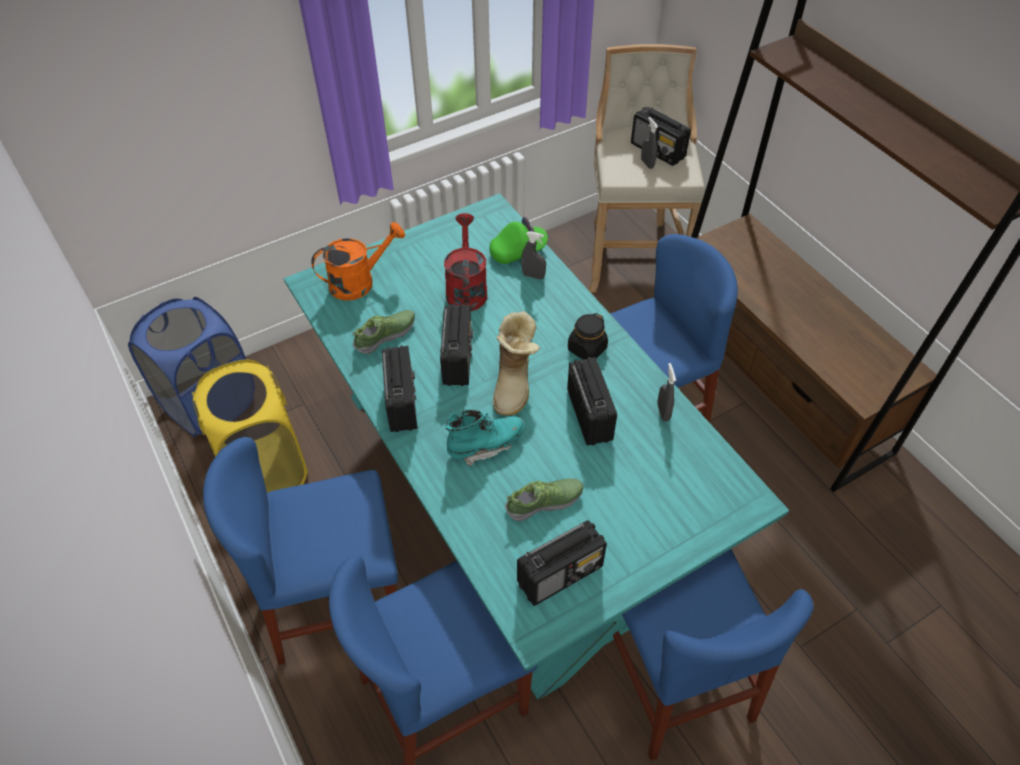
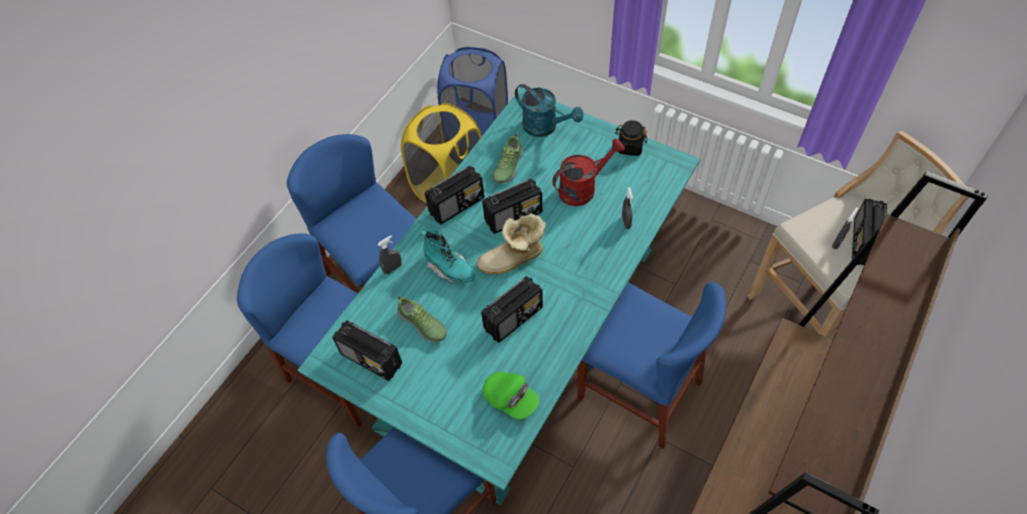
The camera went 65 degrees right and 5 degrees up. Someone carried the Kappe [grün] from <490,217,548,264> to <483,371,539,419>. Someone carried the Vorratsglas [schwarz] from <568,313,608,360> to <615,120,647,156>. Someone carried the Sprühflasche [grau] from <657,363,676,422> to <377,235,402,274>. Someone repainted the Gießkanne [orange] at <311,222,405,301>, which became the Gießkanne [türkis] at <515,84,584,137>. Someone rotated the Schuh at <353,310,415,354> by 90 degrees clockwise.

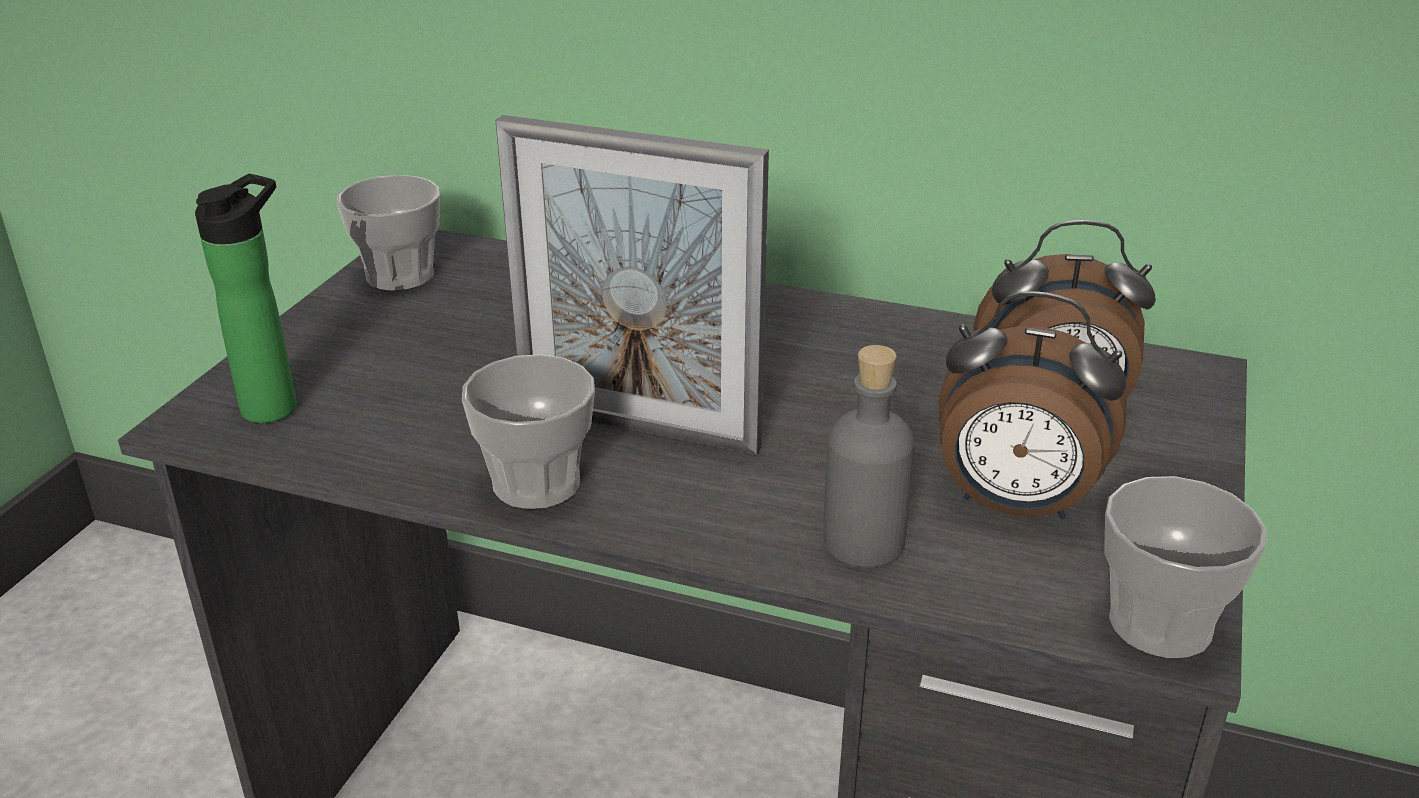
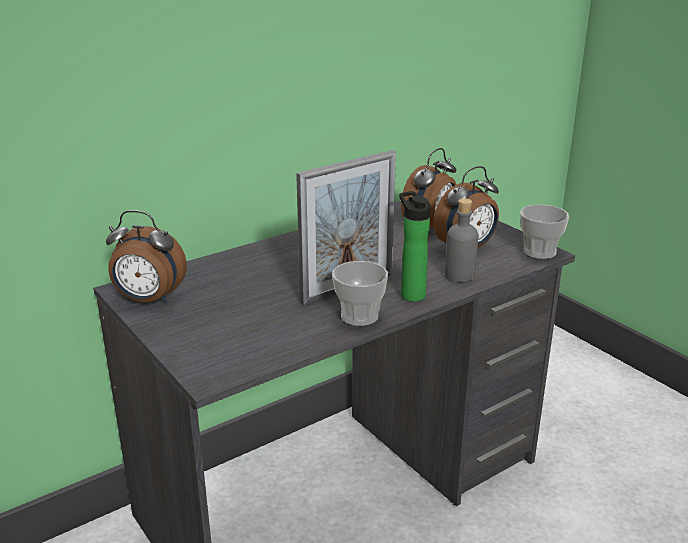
The camera went 55 degrees left and 5 degrees down. Someone carried the Flasche from <195,174,297,423> to <399,191,431,302>. Someone swapped the Tasse at <337,175,440,291> for the Wecker at <106,210,187,304>.

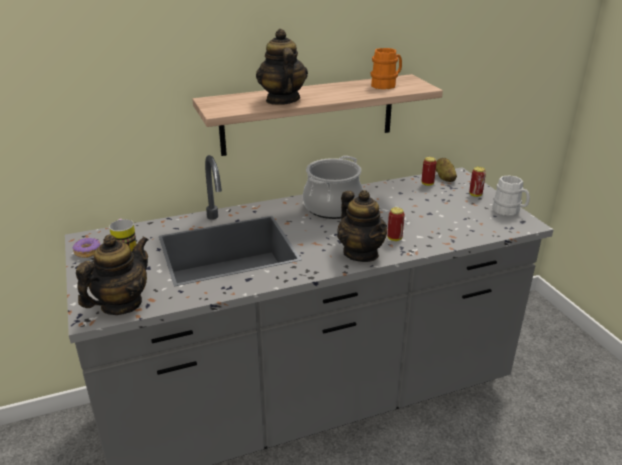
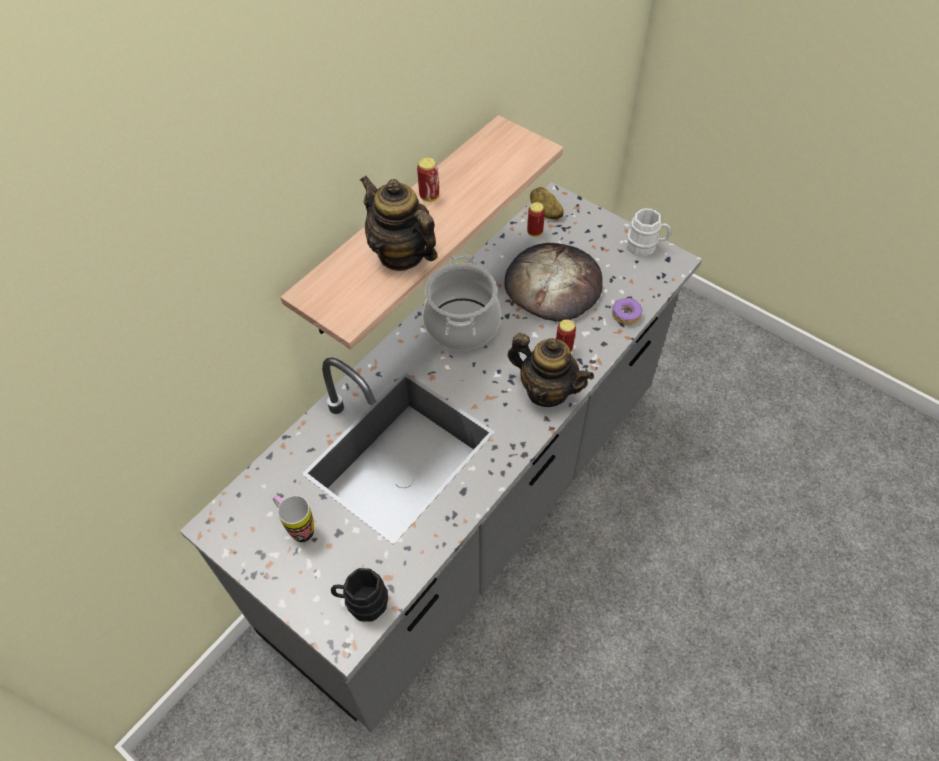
The camera went 30 degrees left and 25 degrees up. Someone took away the Henkelbecher [orange] at <371,48,402,89>. Someone put down the Brot at <504,243,603,322>. Someone carried the Donut from <73,238,100,258> to <612,298,642,325>. Someone carried the Dose from <469,167,486,197> to <417,158,439,202>. Someone swapped the Teekanne at <76,235,148,315> for the Henkelbecher [schwarz] at <331,568,388,622>.

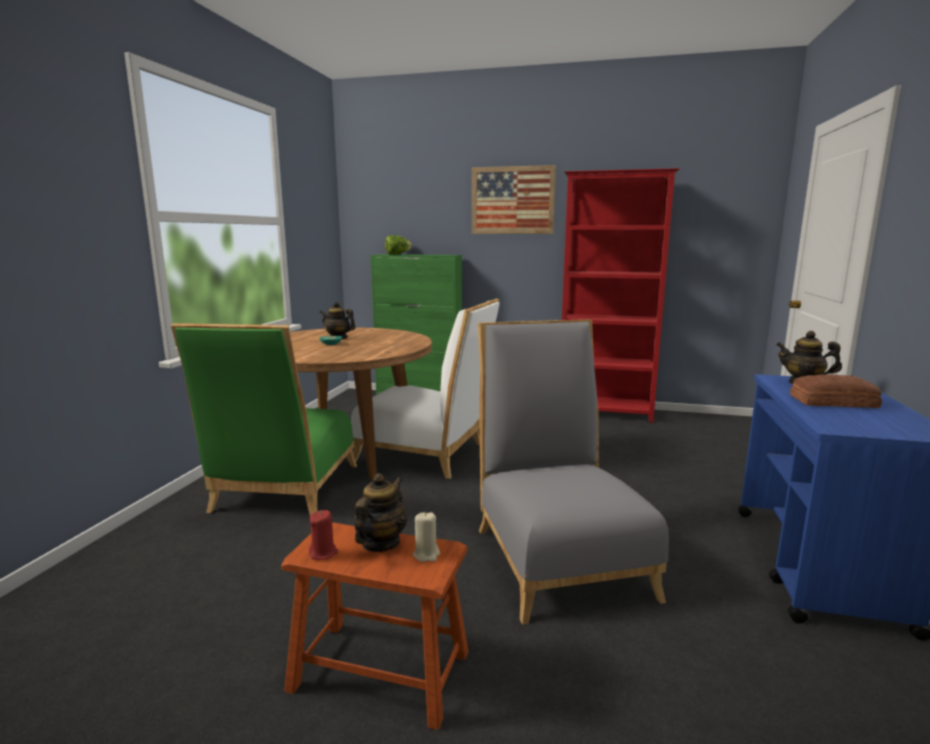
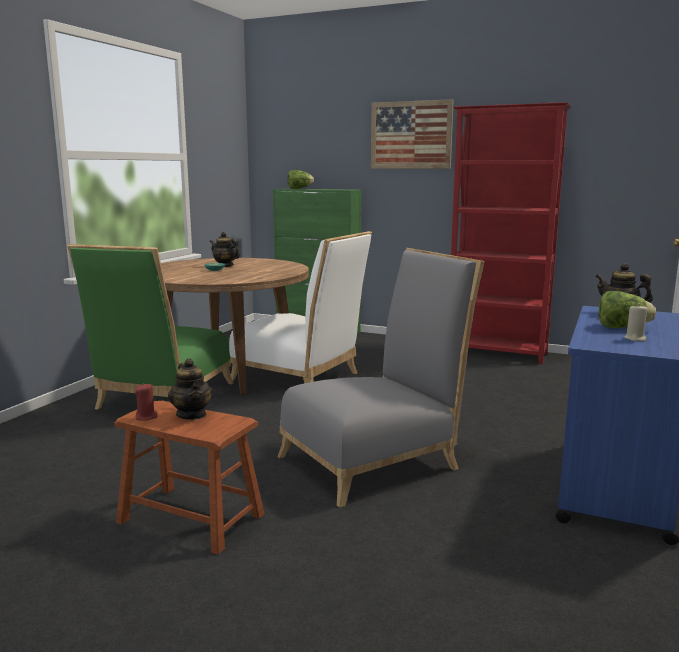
The camera went 10 degrees right and 0 degrees up. Someone carried the Kerze [beige] from <413,512,440,562> to <625,304,647,342>. Someone swapped the Brot at <790,374,882,408> for the Salatkopf at <599,291,656,328>. Someone rotated the Teekanne at <354,473,407,552> by 120 degrees clockwise. Someone rotated the Stuhl [grau] at <478,319,669,625> by 60 degrees clockwise.

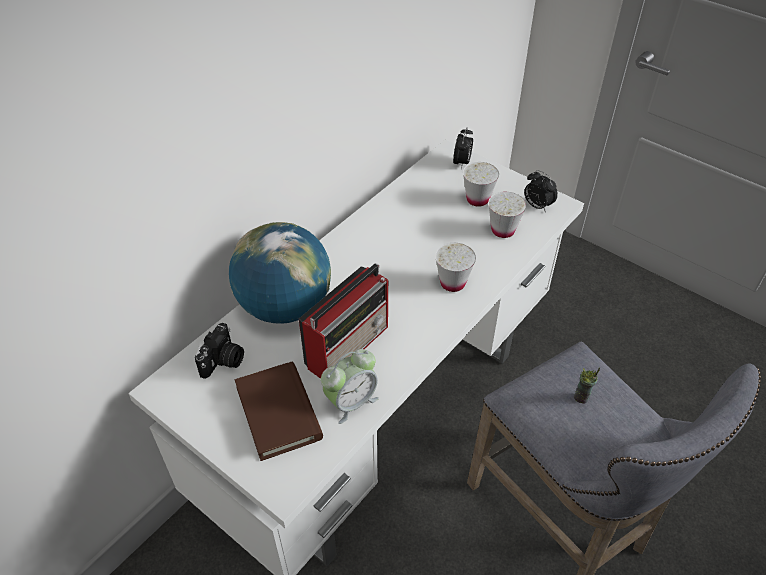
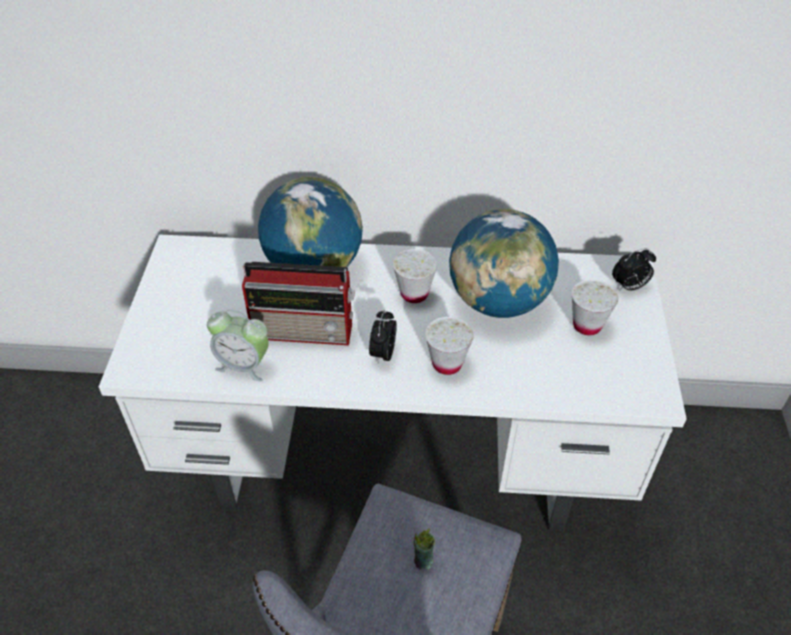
The camera went 55 degrees right and 0 degrees up. Someone took away the Kamera at <195,323,244,379>. Someone took away the Buch [braun] at <235,362,323,461>. Someone put down the Globus at <449,209,559,318>. Someone carried the Tasse [weiß] from <488,192,526,238> to <393,249,437,303>. Someone carried the Wecker from <524,170,558,212> to <369,310,396,363>.

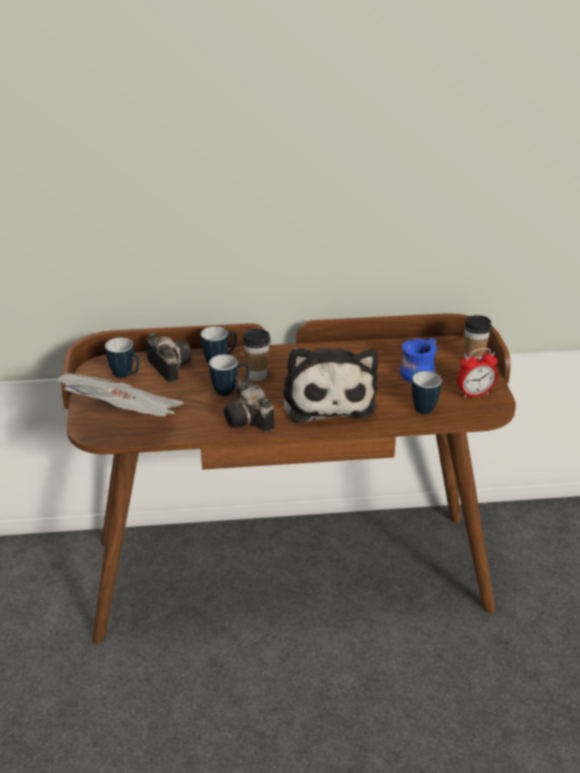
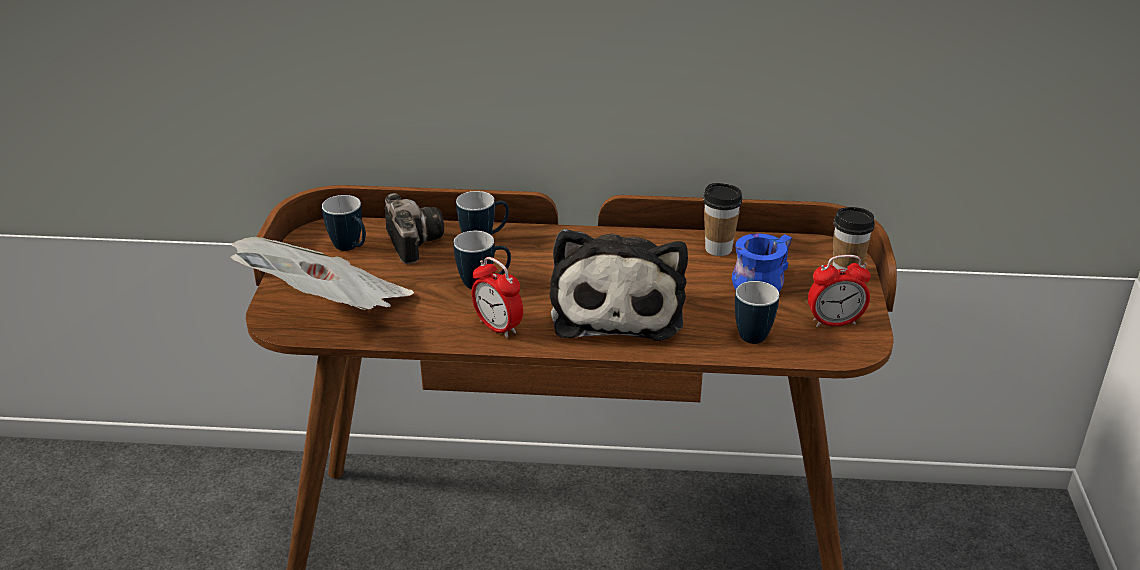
The camera went 10 degrees right and 0 degrees up. Someone carried the Tasse from <243,329,271,381> to <703,183,742,256>. Someone swapped the Kamera at <224,379,275,432> for the Wecker at <472,257,523,338>.

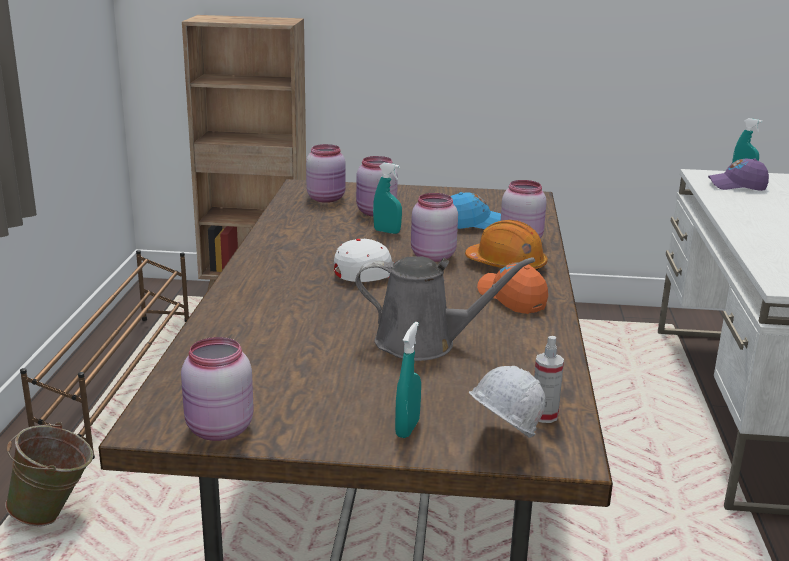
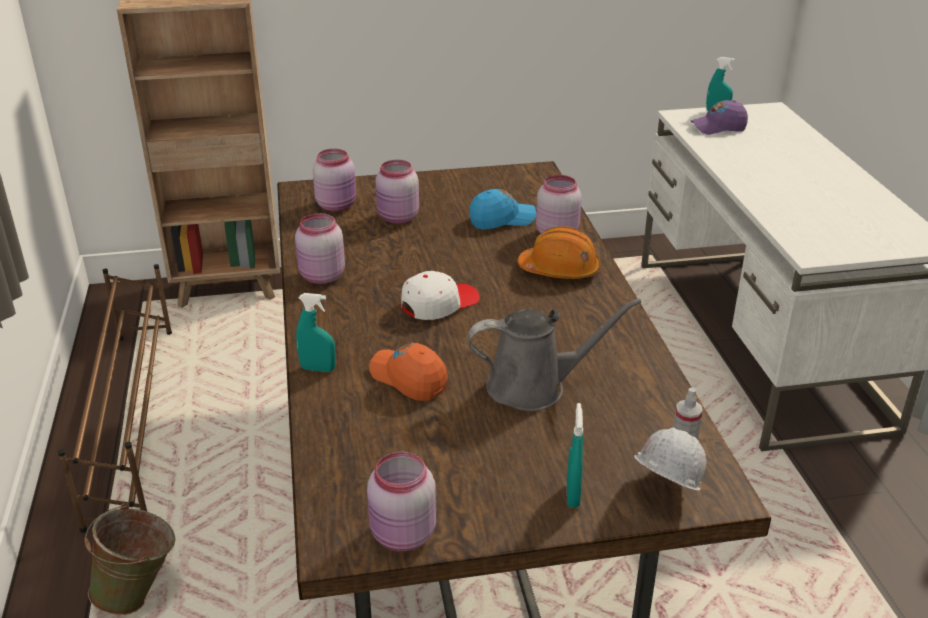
The camera went 15 degrees left and 10 degrees up. Someone carried the Sprühflasche [türkis] from <373,163,402,234> to <296,293,336,372>. Someone carried the Vorratsglas [rosa] from <411,193,458,262> to <295,213,345,284>. Someone carried the Kappe [orange] from <477,262,548,314> to <369,342,448,401>.

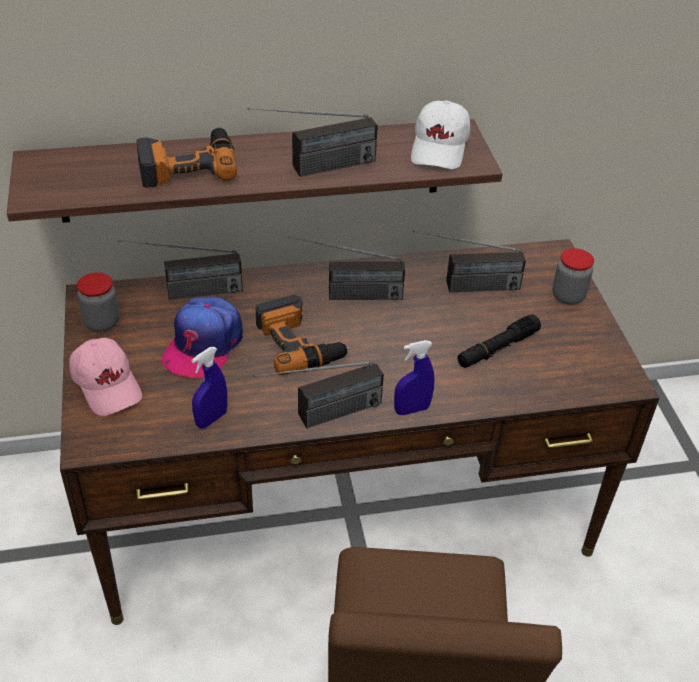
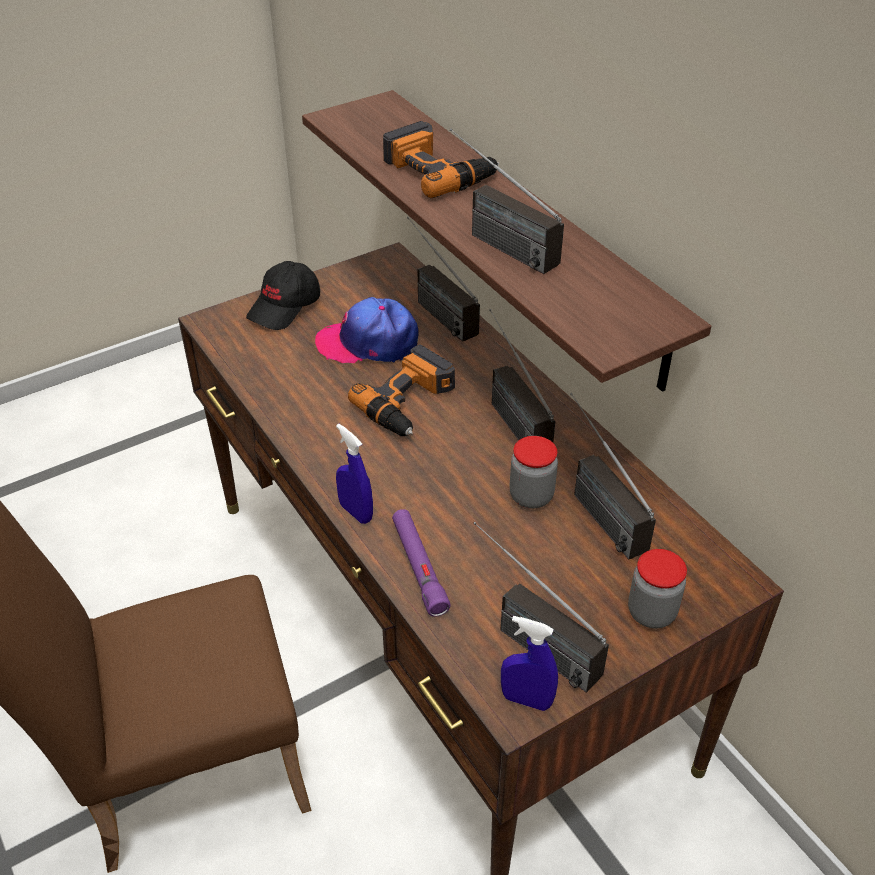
The camera went 70 degrees right and 0 degrees up. Someone took away the Kappe [weiß] at <411,101,470,169>. Someone took away the Taschenlampe [schwarz] at <457,314,541,368>. Someone put down the Taschenlampe [lila] at <392,509,451,617>. Someone carried the Vorratsglas from <77,272,119,332> to <510,436,558,509>. Someone carried the Sprühflasche [blau] from <192,347,227,429> to <501,616,558,711>. Someone carried the Radio from <254,361,384,428> to <473,522,609,693>. Someone repainted the Kappe [rosa] at <69,338,142,416>, which became the Kappe [schwarz] at <246,261,320,330>.

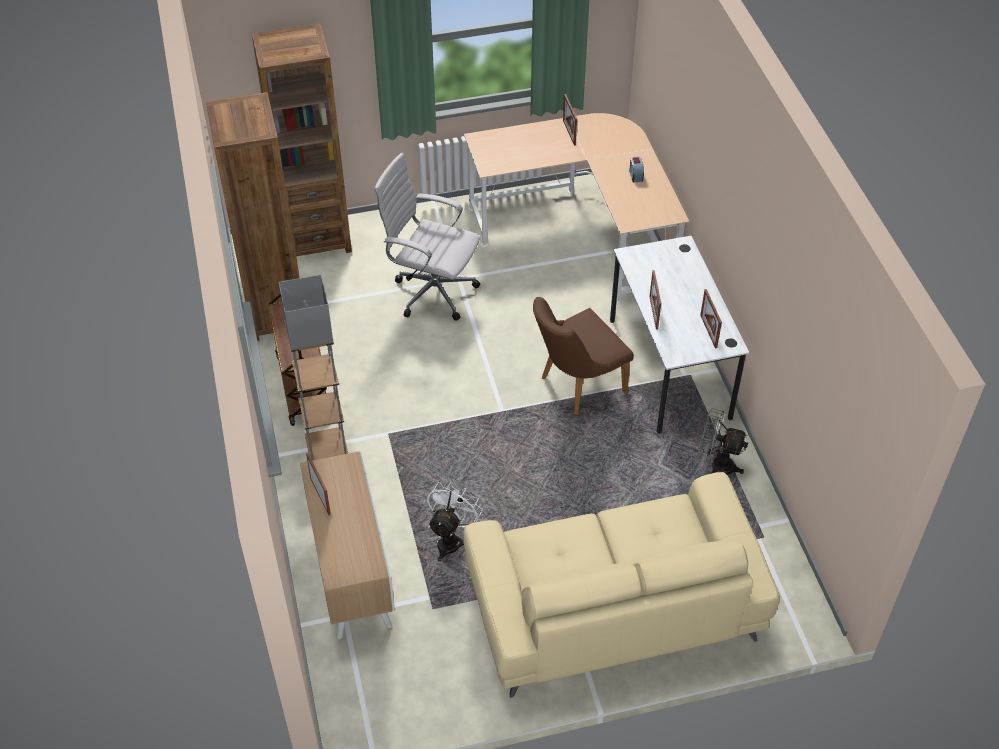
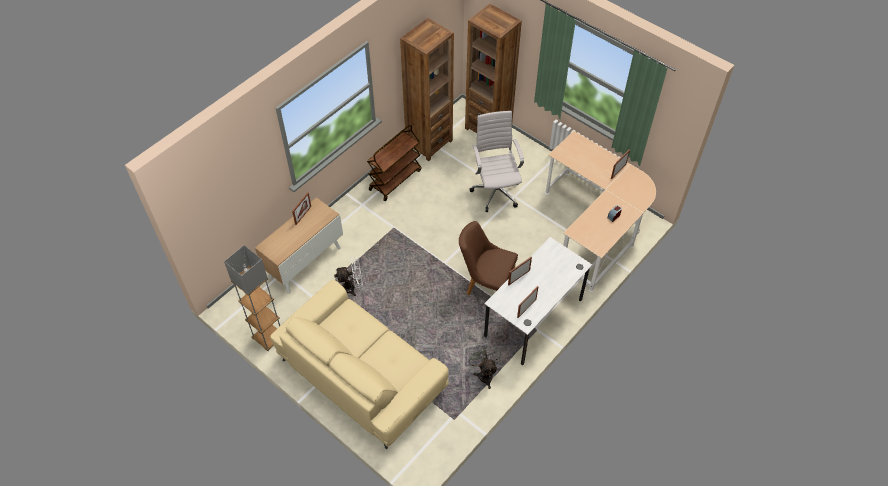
The camera went 55 degrees right and 5 degrees up. Someone carried the Stehlampe [grau] from <279,275,349,461> to <224,245,280,351>.

